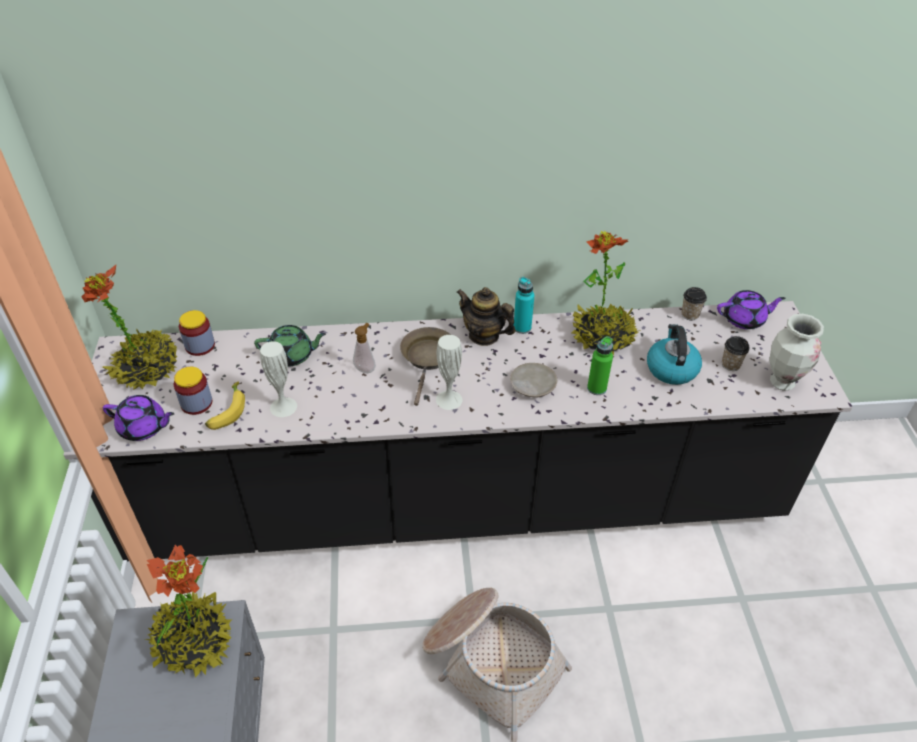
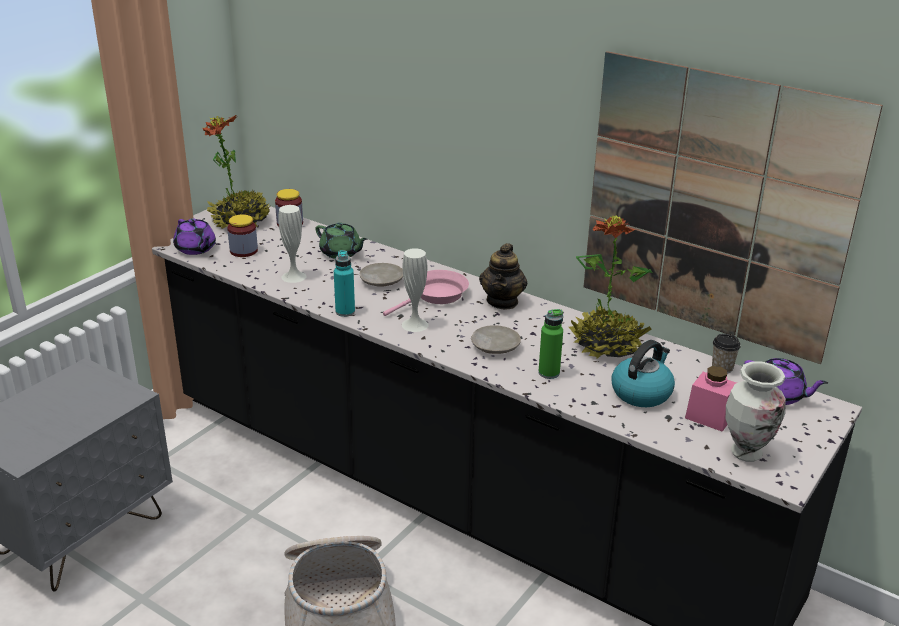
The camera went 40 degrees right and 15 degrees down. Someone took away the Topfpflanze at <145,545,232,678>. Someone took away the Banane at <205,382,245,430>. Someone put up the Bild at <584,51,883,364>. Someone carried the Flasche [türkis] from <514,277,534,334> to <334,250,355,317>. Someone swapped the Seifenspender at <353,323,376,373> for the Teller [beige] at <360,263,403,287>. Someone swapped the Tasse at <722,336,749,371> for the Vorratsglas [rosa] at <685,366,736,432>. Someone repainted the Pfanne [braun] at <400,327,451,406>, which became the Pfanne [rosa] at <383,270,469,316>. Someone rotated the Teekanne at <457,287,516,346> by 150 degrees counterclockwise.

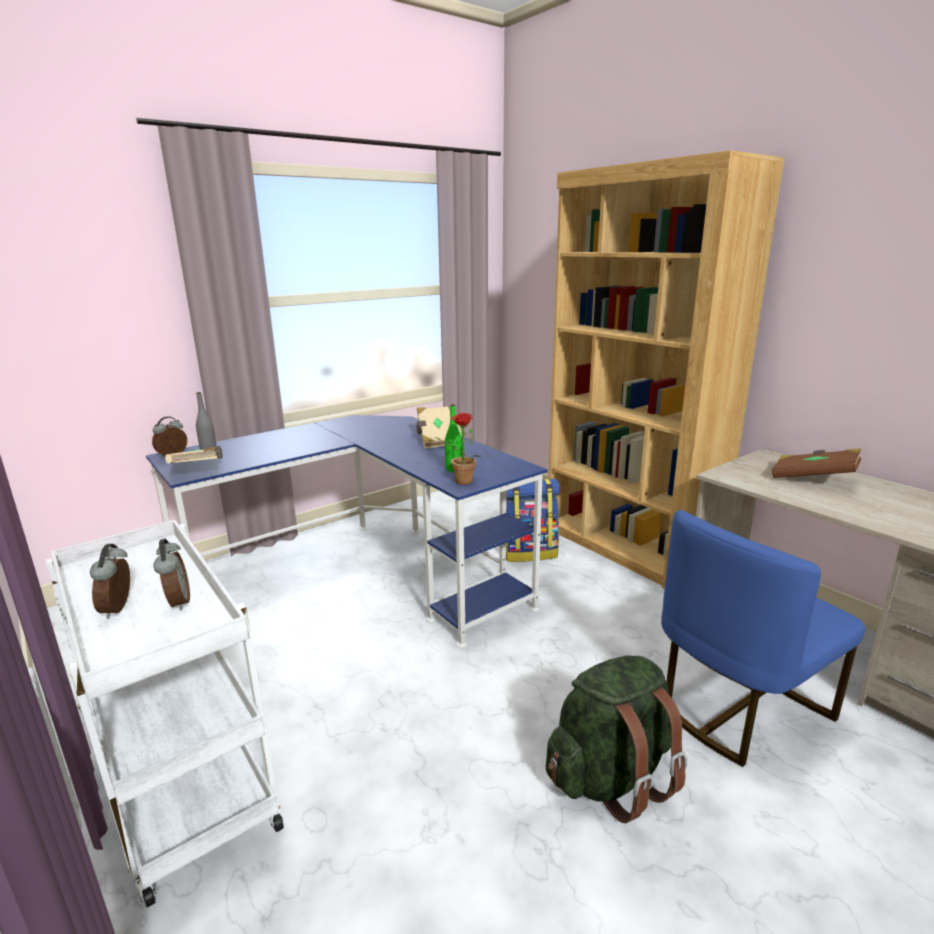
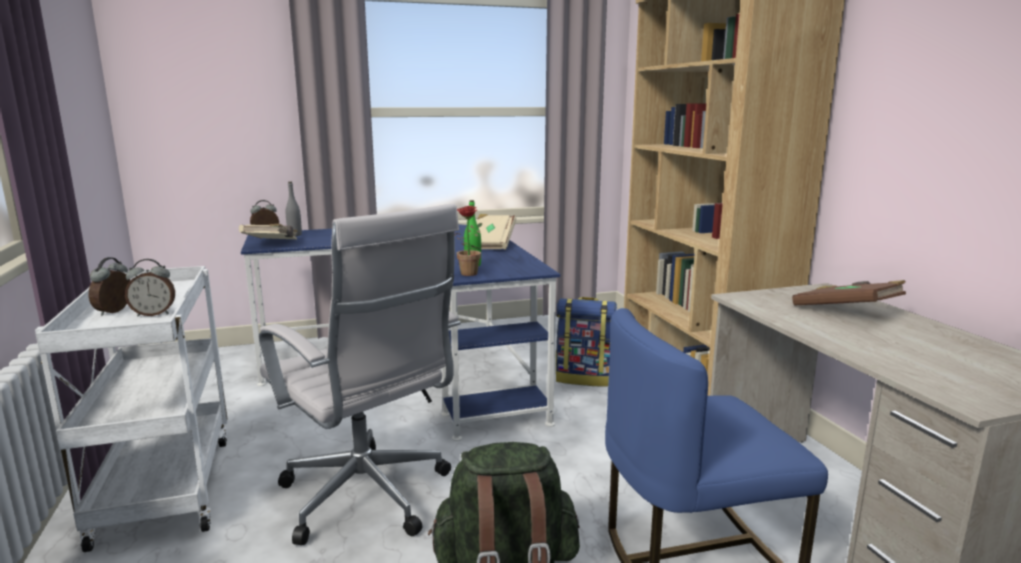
The camera went 20 degrees right and 5 degrees down. Someone put down the Bürostuhl [weiß] at <259,203,461,545>. Someone rotated the Wecker at <153,539,190,610> by 75 degrees clockwise.

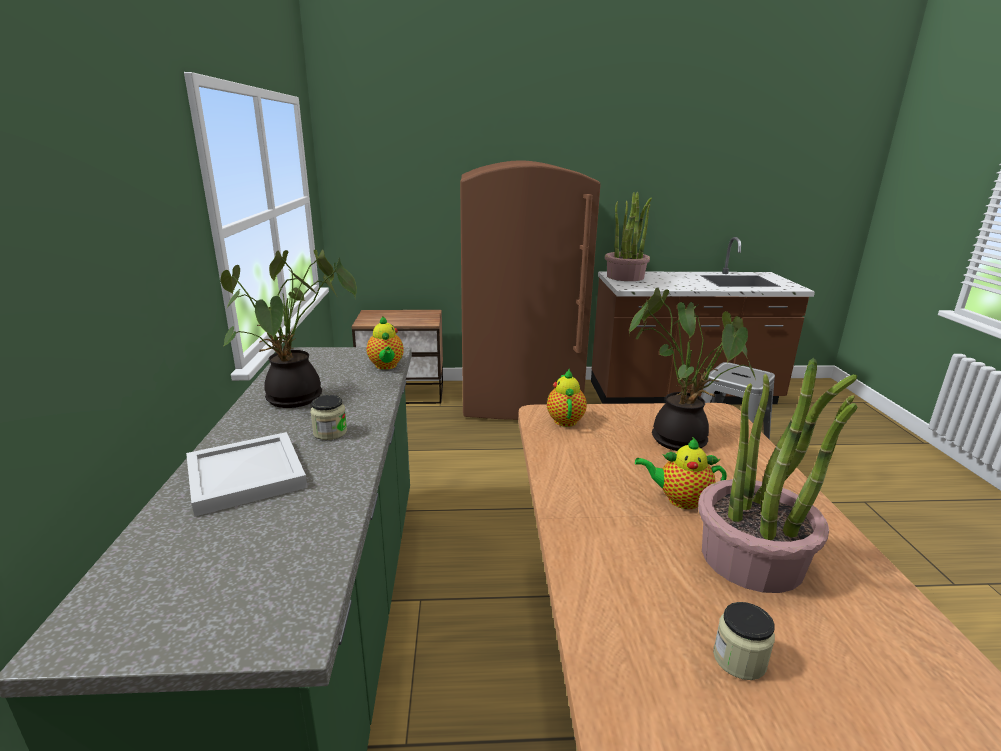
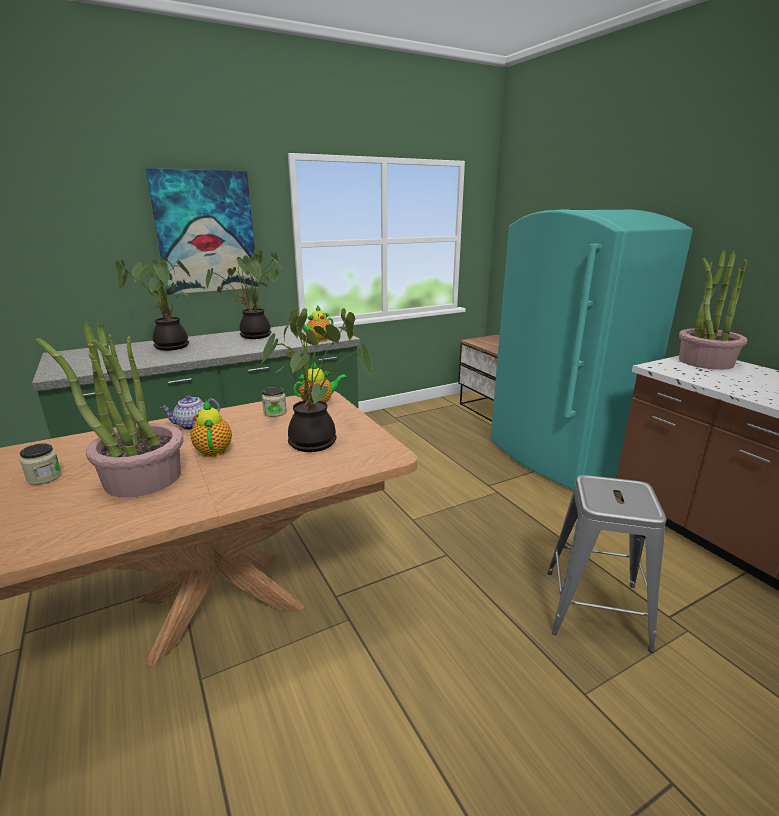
The camera went 65 degrees right and 0 degrees up. Someone put up the Bild at <146,168,259,295>. Someone put down the Teekanne at <160,395,220,430>. Someone carried the Vorratsglas from <310,395,347,440> to <262,387,287,417>. Someone swapped the Tablett [weiß] at <186,432,307,517> for the Topfpflanze at <115,255,192,351>. Someone repainted the Kühlschrank [braun] at <460,160,601,420>, which became the Kühlschrank [türkis] at <491,209,693,490>.

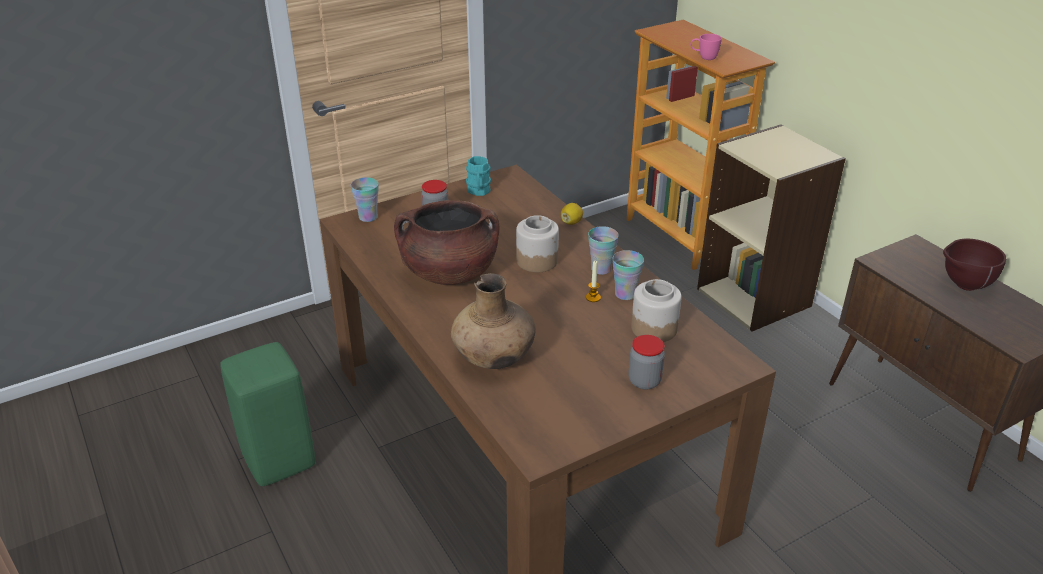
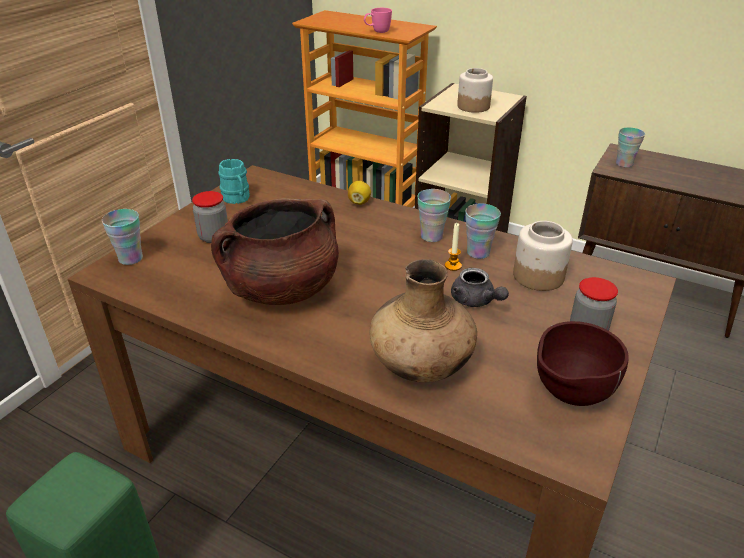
The camera went 30 degrees left and 0 degrees up. Someone put down the Teekanne [grau] at <451,268,509,307>. Someone put down the Tasse at <616,127,645,168>. Someone carried the Vorratsglas from <516,215,559,272> to <457,68,493,113>. Someone carried the Schüssel [braun] from <943,239,1006,291> to <537,321,629,406>.

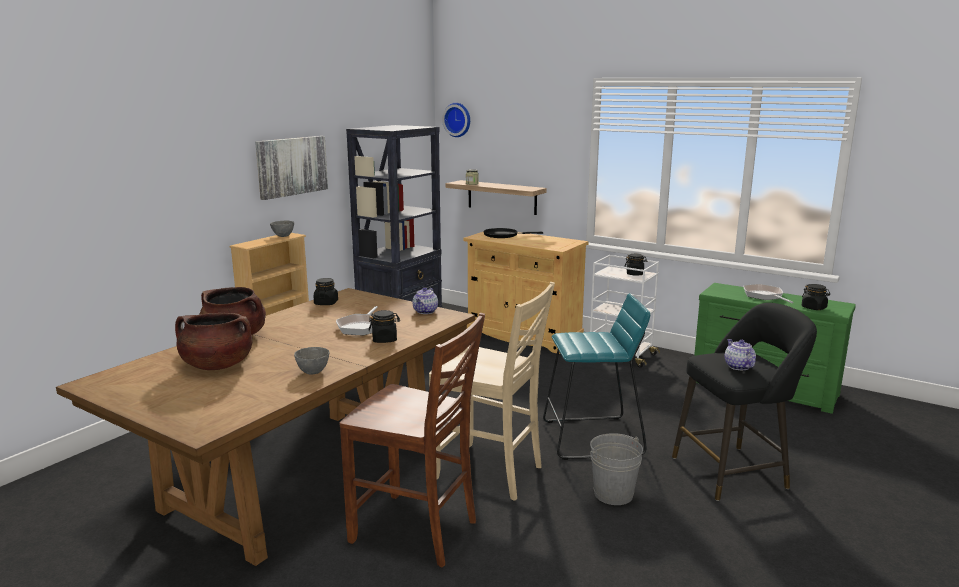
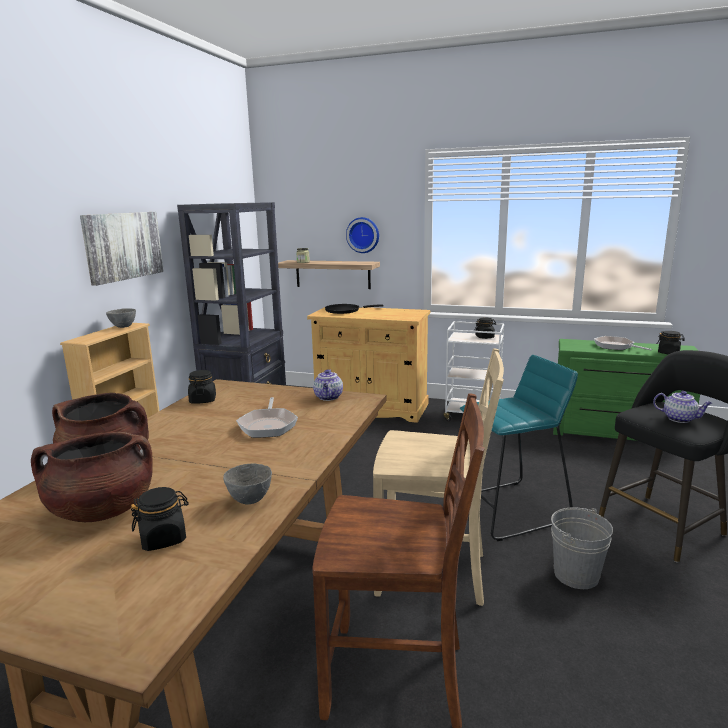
The camera went 15 degrees left and 0 degrees up. Someone carried the Vorratsglas [schwarz] from <369,310,400,343> to <131,487,189,551>. Someone carried the Wanduhr from <442,103,470,137> to <346,217,379,253>. Someone rotated the Teekanne at <725,339,756,370> by 150 degrees clockwise.

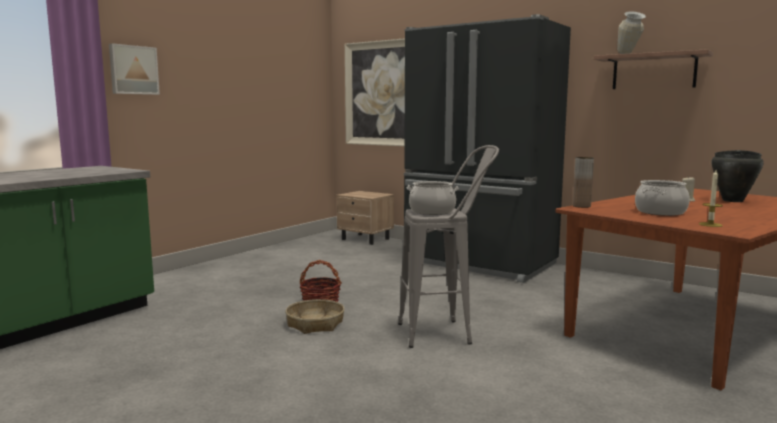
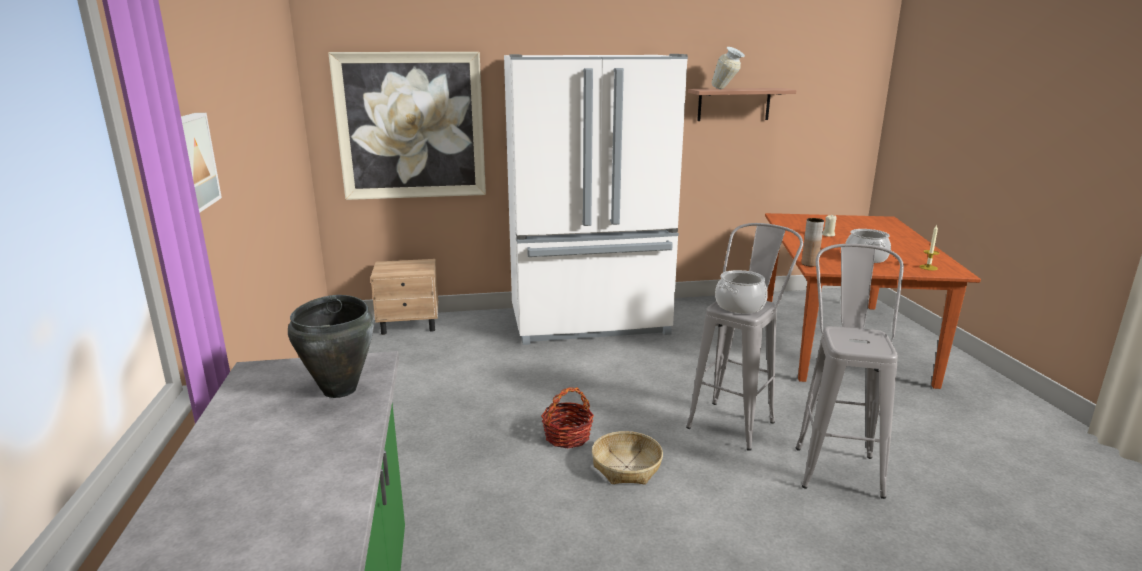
The camera went 45 degrees left and 10 degrees up. Someone put down the Hocker [grau] at <796,244,904,499>. Someone carried the Kochtopf [schwarz] from <711,150,764,202> to <288,295,374,398>. Someone repainted the Kühlschrank [schwarz] at <404,14,571,283>, which became the Kühlschrank [weiß] at <504,54,688,345>.

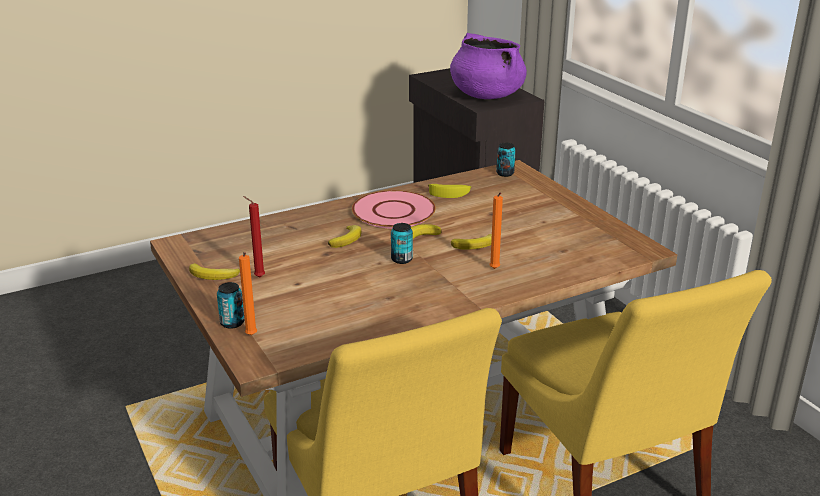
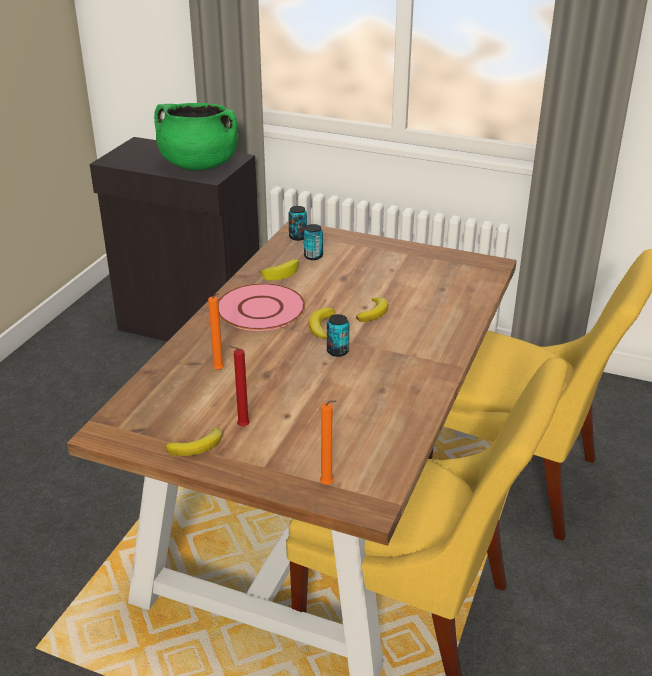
The camera went 40 degrees left and 5 degrees up. Someone took away the Banane at <328,225,362,248>. Someone carried the Dose from <217,282,245,329> to <304,224,323,260>. Someone carried the Kerze [orange] from <489,192,503,269> to <208,293,224,370>. Someone repainted the Kochtopf [lila] at <450,33,527,99>, which became the Kochtopf [grün] at <154,103,238,170>.

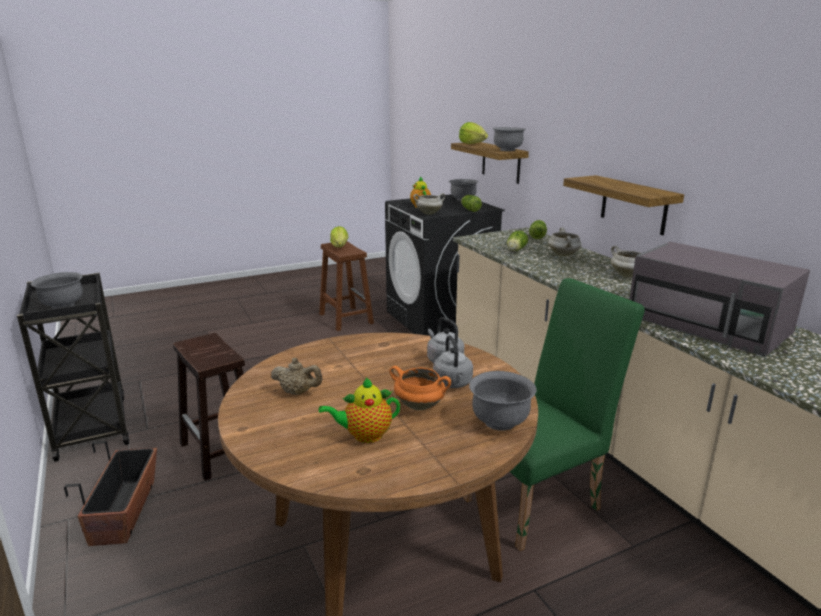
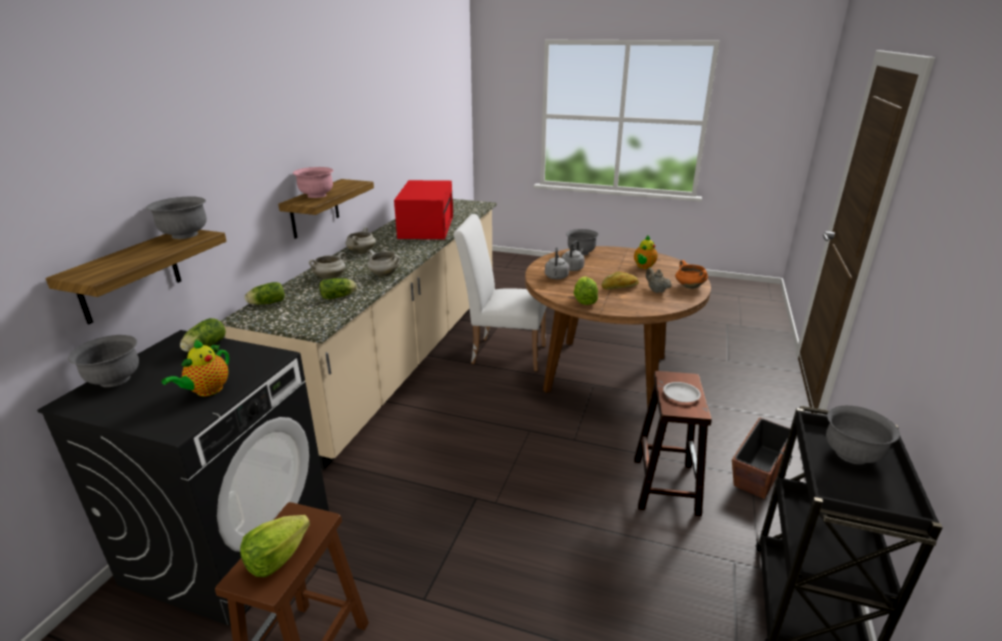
The camera went 135 degrees left and 5 degrees up. Someone put down the Schüssel [rosa] at <293,167,334,198>. Someone put down the Brot at <601,271,639,290>. Someone put down the Teller [weiß] at <663,382,701,402>. Someone carried the Kochtopf [orange] from <389,366,451,410> to <675,260,708,289>. Someone carried the Kochtopf [weiß] from <413,193,445,215> to <367,249,400,277>. Someone carried the Salatkopf from <459,122,488,144> to <574,276,598,305>. Someone repainted the Stuhl [grün] at <463,278,645,551>, which became the Stuhl [weiß] at <454,214,547,371>. Someone repainted the Mikrowelle [grau] at <629,242,810,357>, which became the Mikrowelle [rot] at <394,180,453,240>. Someone rotated the Teekanne at <319,377,400,443> by 90 degrees clockwise.

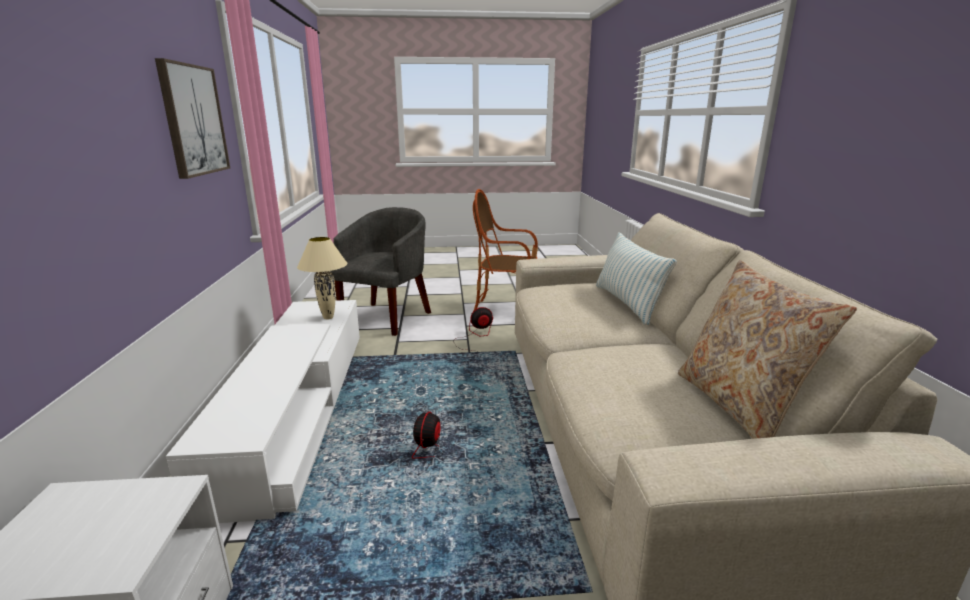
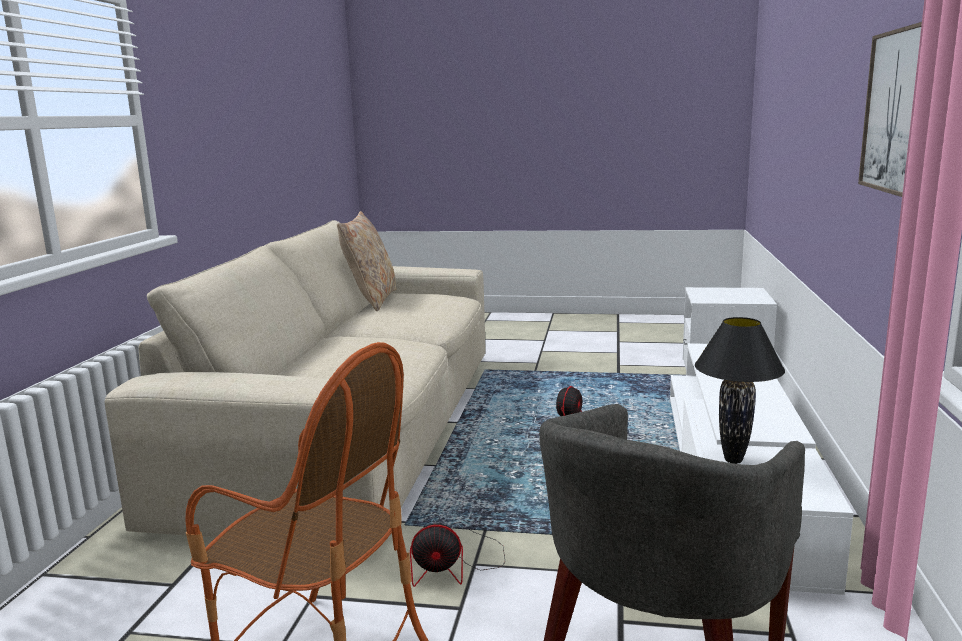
The camera went 165 degrees left and 5 degrees down. Someone took away the Kissen at <596,232,677,325>. Someone repainted the Tischlampe [beige] at <297,237,347,319>, which became the Tischlampe [schwarz] at <695,317,785,464>.

